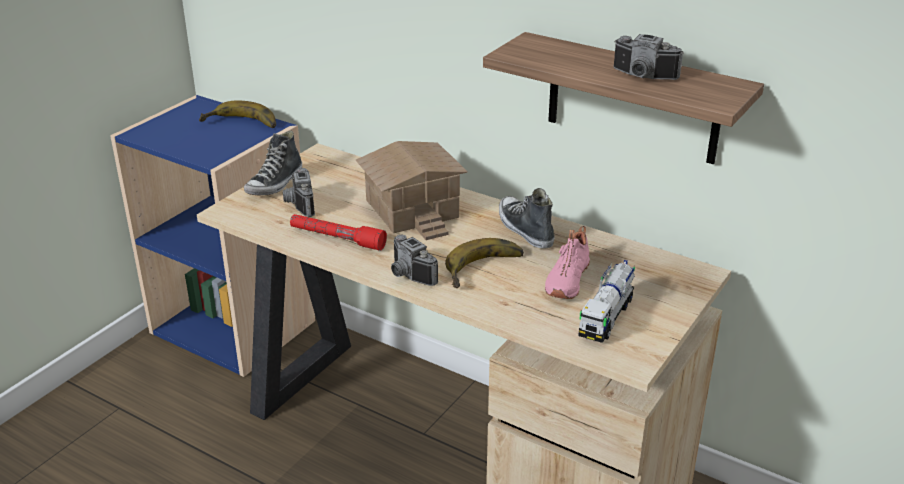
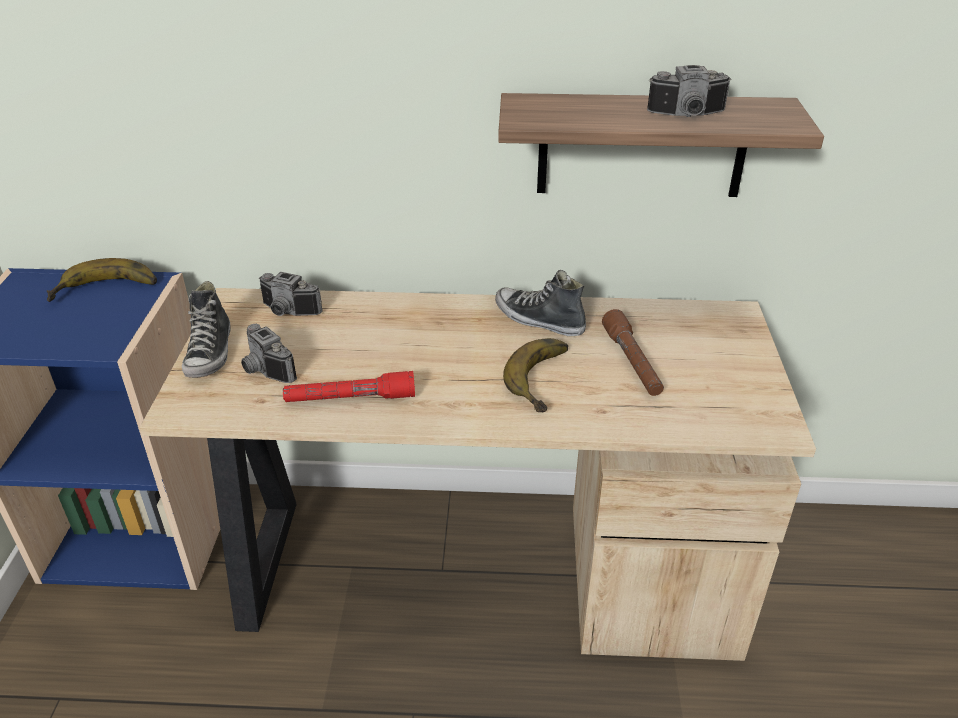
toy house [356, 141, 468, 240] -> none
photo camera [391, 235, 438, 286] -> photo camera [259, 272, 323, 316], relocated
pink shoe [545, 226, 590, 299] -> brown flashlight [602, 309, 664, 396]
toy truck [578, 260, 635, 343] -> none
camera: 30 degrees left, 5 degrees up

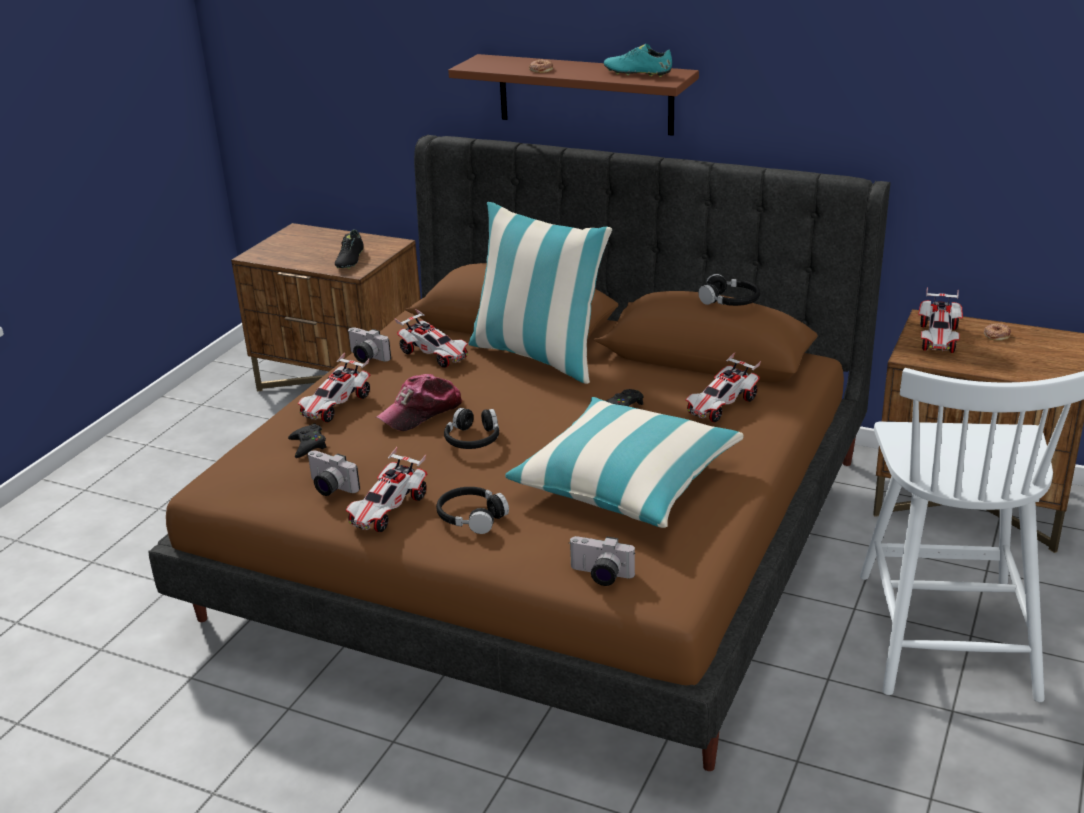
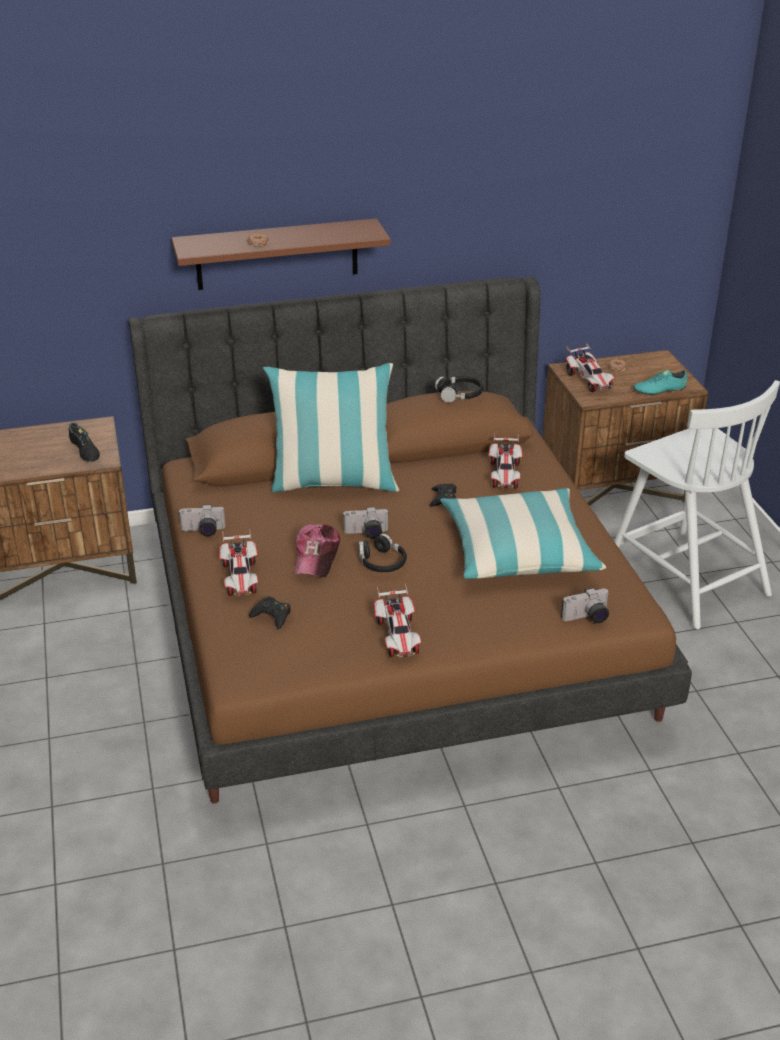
photo camera [308, 450, 360, 496] -> photo camera [343, 506, 388, 539], relocated
toy car [394, 309, 468, 368] -> none
black headphones [436, 487, 509, 534] -> none
turquoise shoe [604, 44, 672, 77] -> turquoise shoe [634, 369, 687, 396], relocated
camera: 40 degrees left, 5 degrees up

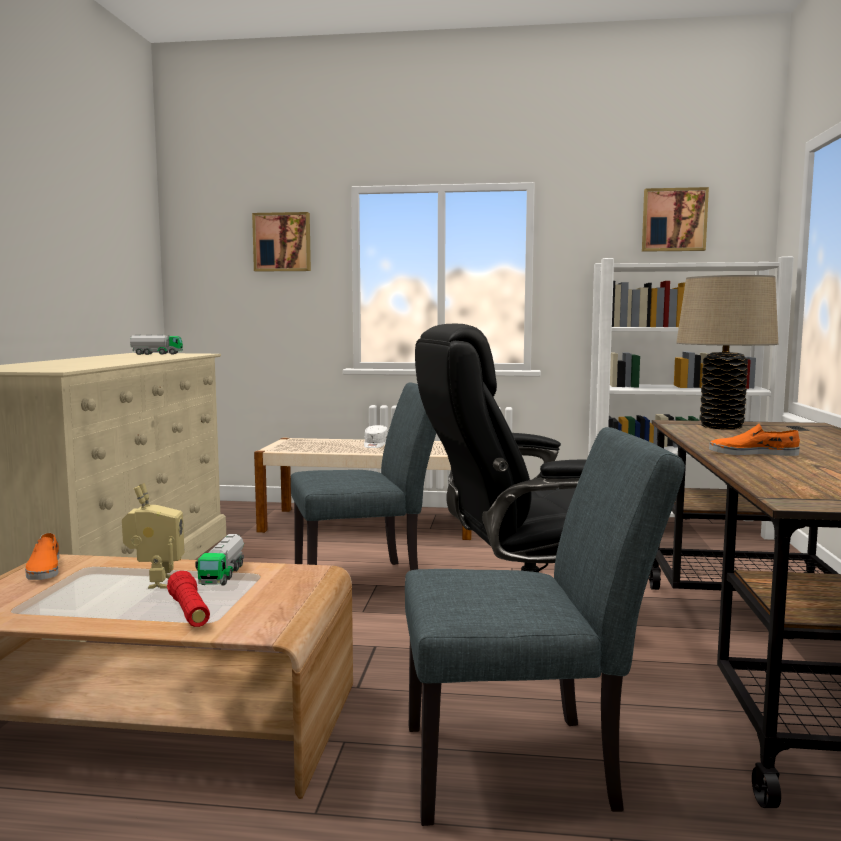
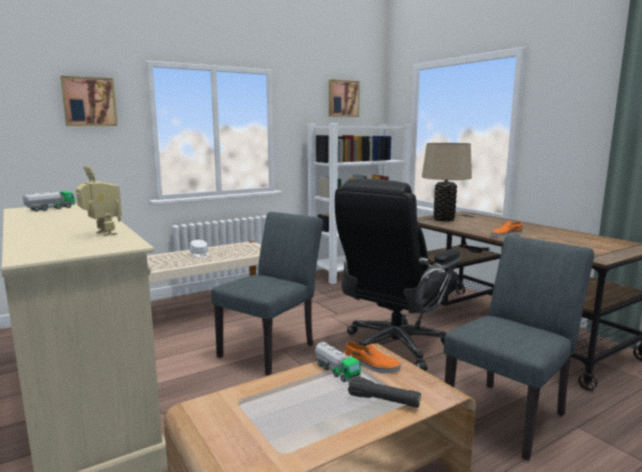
orange shoe [25, 533, 59, 580] -> orange shoe [345, 342, 401, 373], relocated
toy robot [122, 483, 185, 589] -> toy robot [76, 166, 122, 236], relocated
red flashlight [167, 571, 210, 627] -> black flashlight [348, 376, 421, 408]
camera: 40 degrees left, 5 degrees up

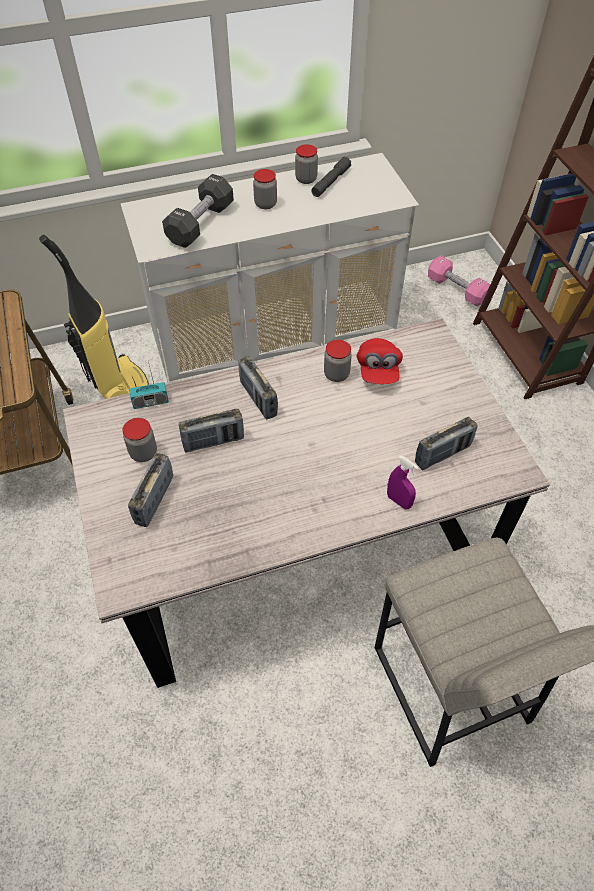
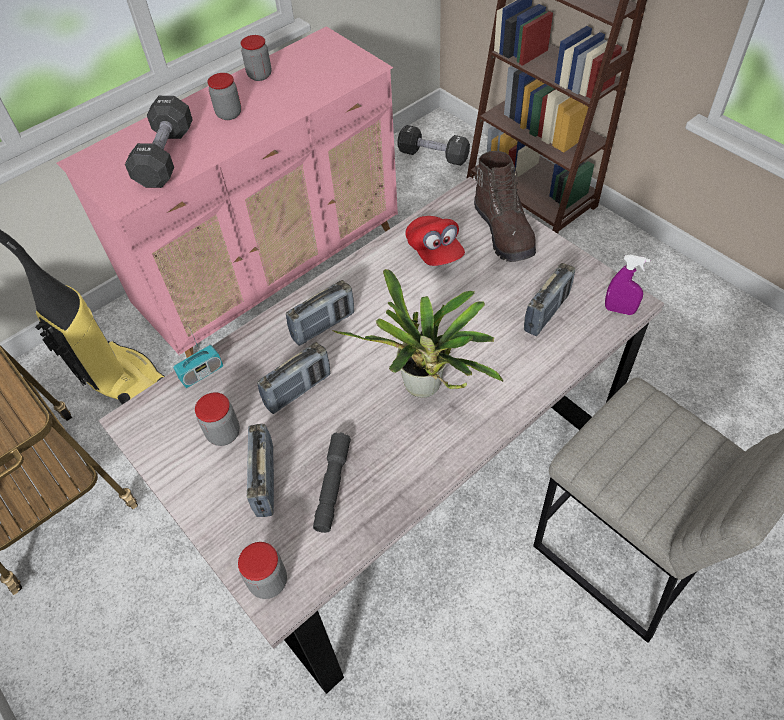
white cabinet [120, 153, 419, 384] -> pink cabinet [57, 26, 398, 358]
radio [238, 356, 278, 419] -> radio [286, 280, 354, 346], 75 degrees counterclockwise
grey flashlight [311, 157, 351, 197] -> grey flashlight [313, 432, 351, 533], relocated
jar [324, 340, 352, 382] -> jar [238, 542, 287, 599], relocated
purple spray bottle [387, 456, 419, 509] -> purple spray bottle [605, 255, 650, 315], relocated
pink dumbbell [428, 255, 490, 306] -> black dumbbell [397, 125, 470, 166]
none -> potted plant [332, 269, 504, 398]
none -> brown boot [474, 151, 536, 262]
camera: 20 degrees left, 0 degrees up

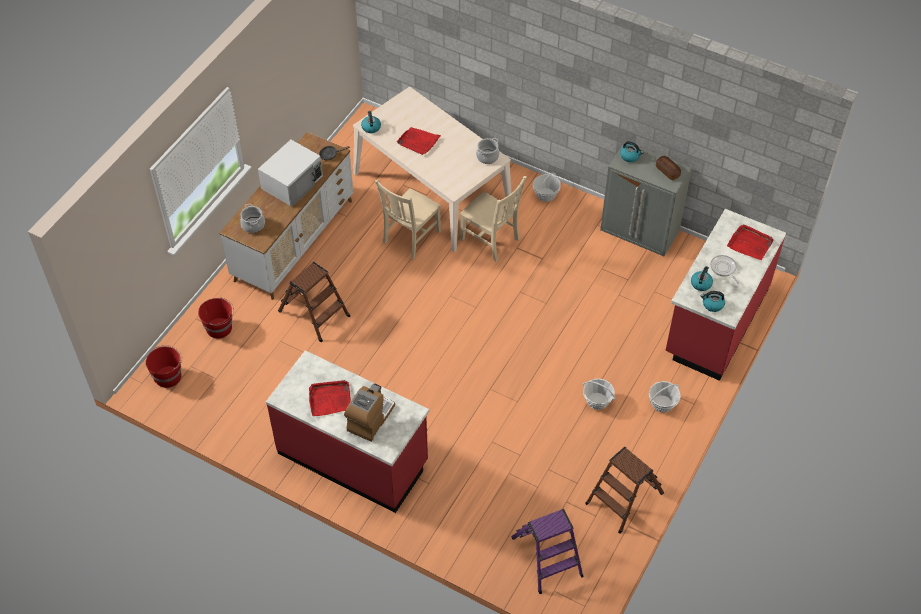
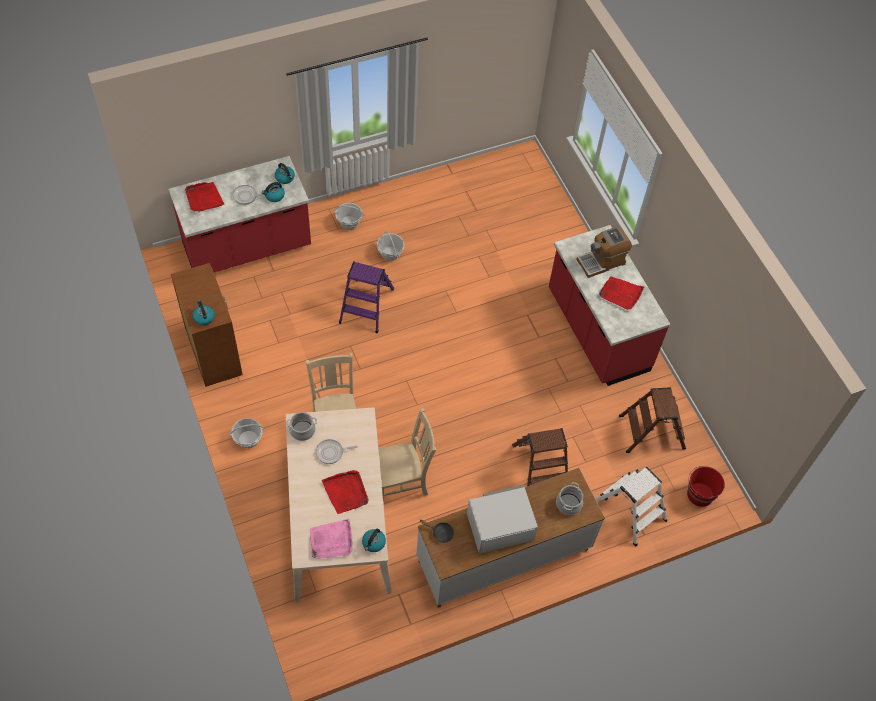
red bucket [198, 298, 234, 339] -> white step ladder [595, 466, 667, 547]
purple step ladder [511, 508, 584, 594] -> purple step ladder [339, 261, 394, 333], relocated
brown step ladder [585, 447, 664, 534] -> brown step ladder [619, 387, 686, 453], relocated
grey cabinet [600, 142, 692, 256] -> brown cabinet [171, 263, 243, 387]
bread [656, 156, 681, 180] -> none
none -> pink tray [310, 518, 353, 559]
none -> frying pan [316, 439, 358, 464]
camera: 145 degrees left, 5 degrees up

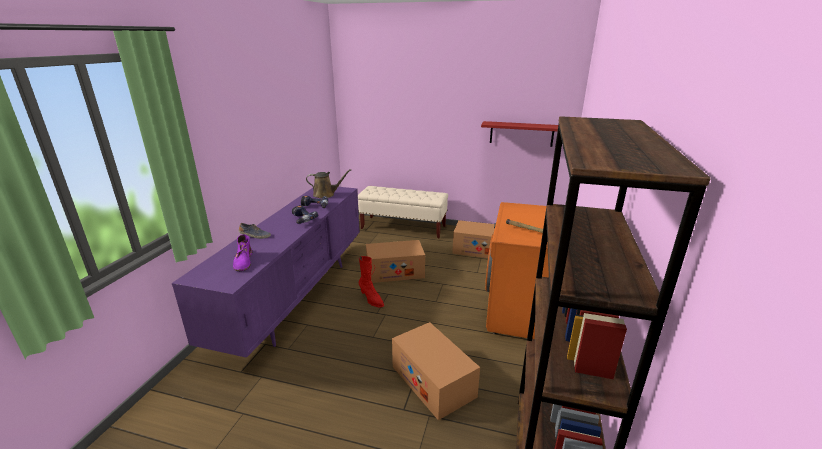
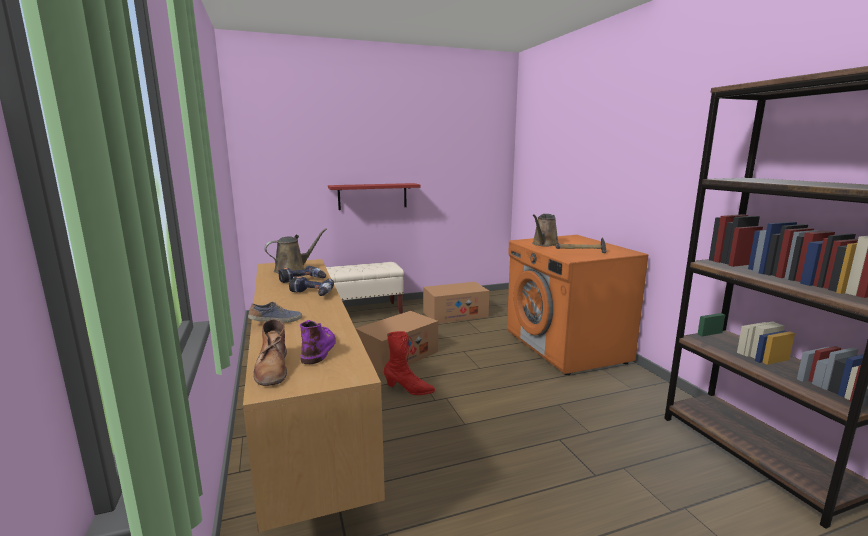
purple cabinet [172, 187, 360, 358] -> brown cabinet [243, 259, 385, 532]
purple boot [233, 234, 252, 271] -> purple boot [300, 320, 336, 364], 135 degrees counterclockwise
cardboard box [392, 322, 480, 420] -> none
red shelf [481, 121, 558, 147] -> red shelf [328, 183, 421, 210], relocated
none -> brown boot [253, 319, 287, 386]
none -> brown watering can [532, 214, 559, 246]
camera: 35 degrees left, 10 degrees down

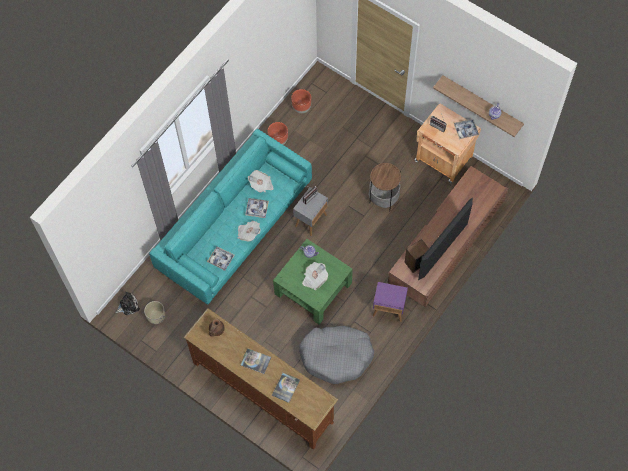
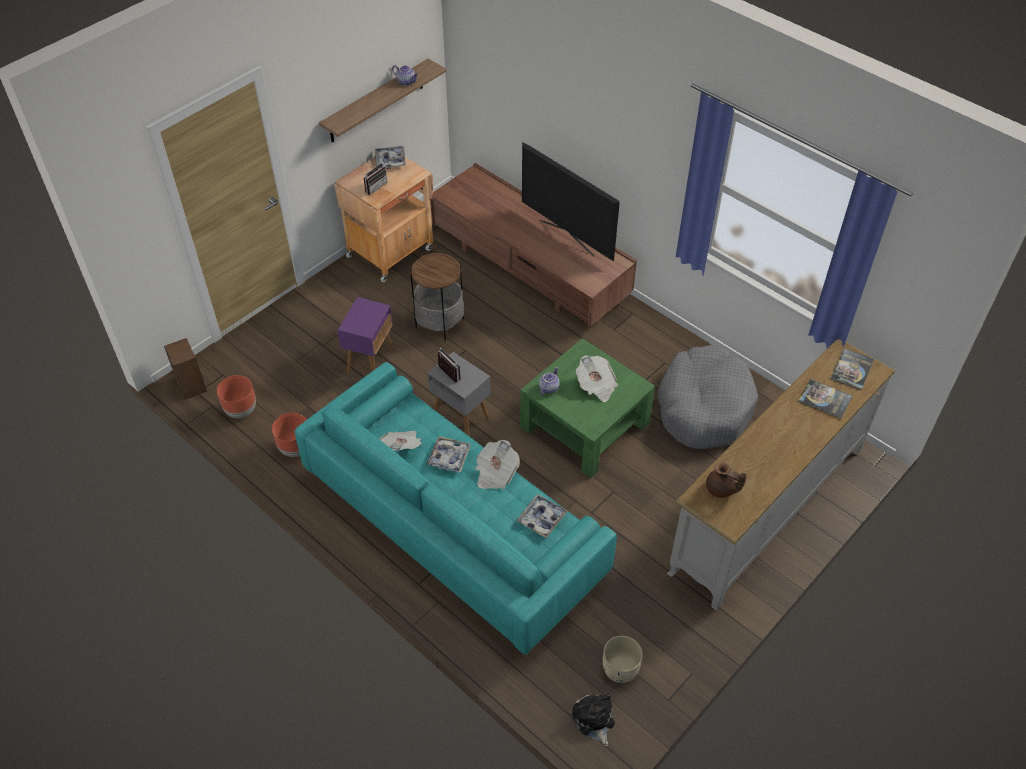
brown cabinet [183, 308, 338, 450] -> grey cabinet [667, 339, 895, 611]
book [240, 348, 271, 374] -> book [831, 348, 874, 390], relocated
purple side table [373, 282, 408, 322] -> purple side table [338, 297, 394, 374], relocated
speaker [405, 239, 429, 273] -> speaker [164, 338, 207, 400], relocated
camera: 85 degrees left, 15 degrees down

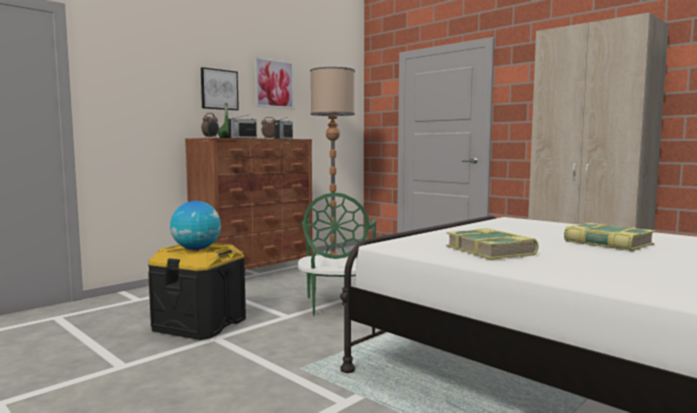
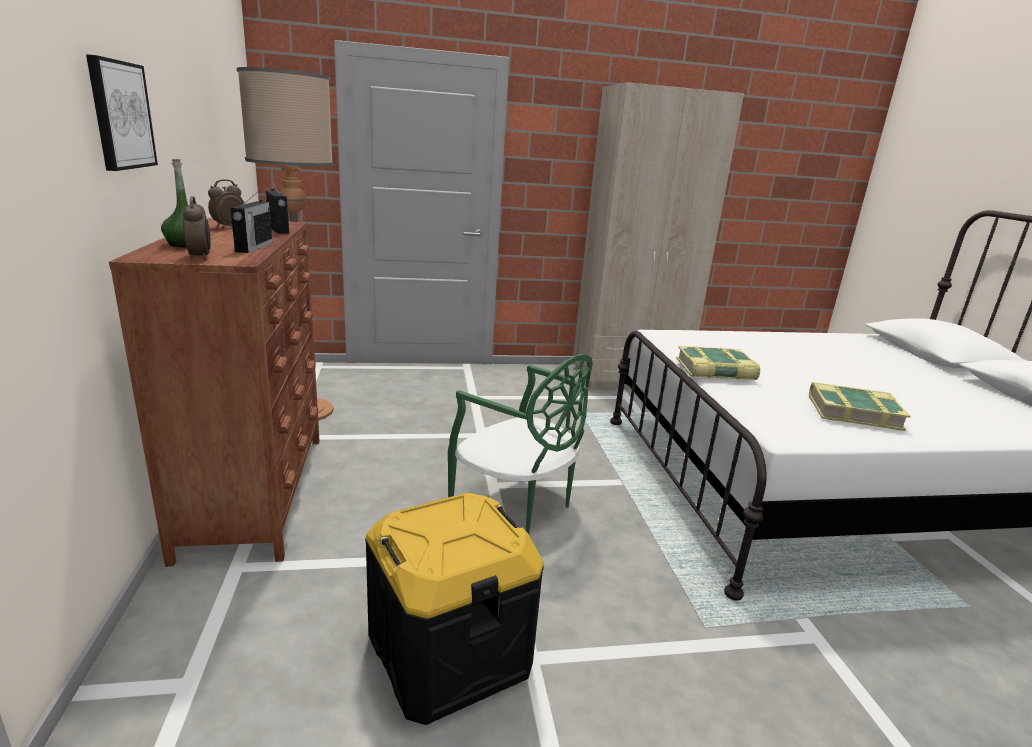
globe [170, 201, 221, 250] -> none
picture [254, 57, 294, 109] -> none
book [564, 223, 655, 251] -> book [676, 346, 760, 380], relocated
camera: 55 degrees left, 15 degrees up

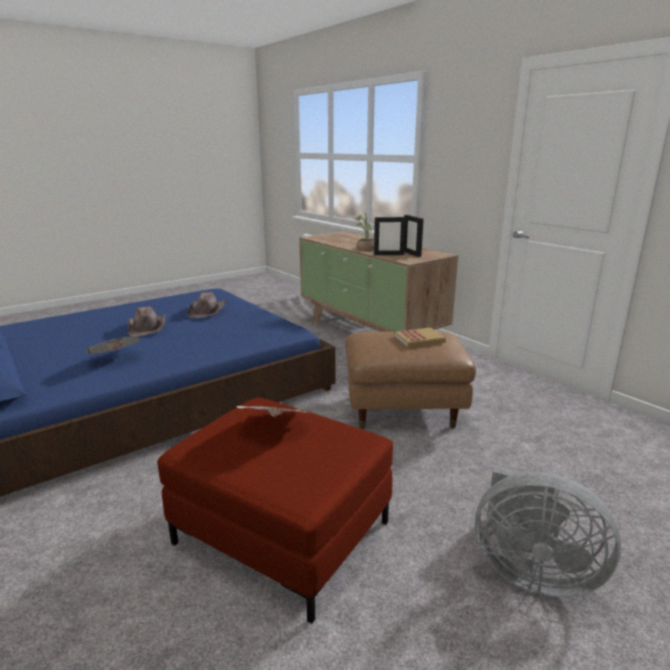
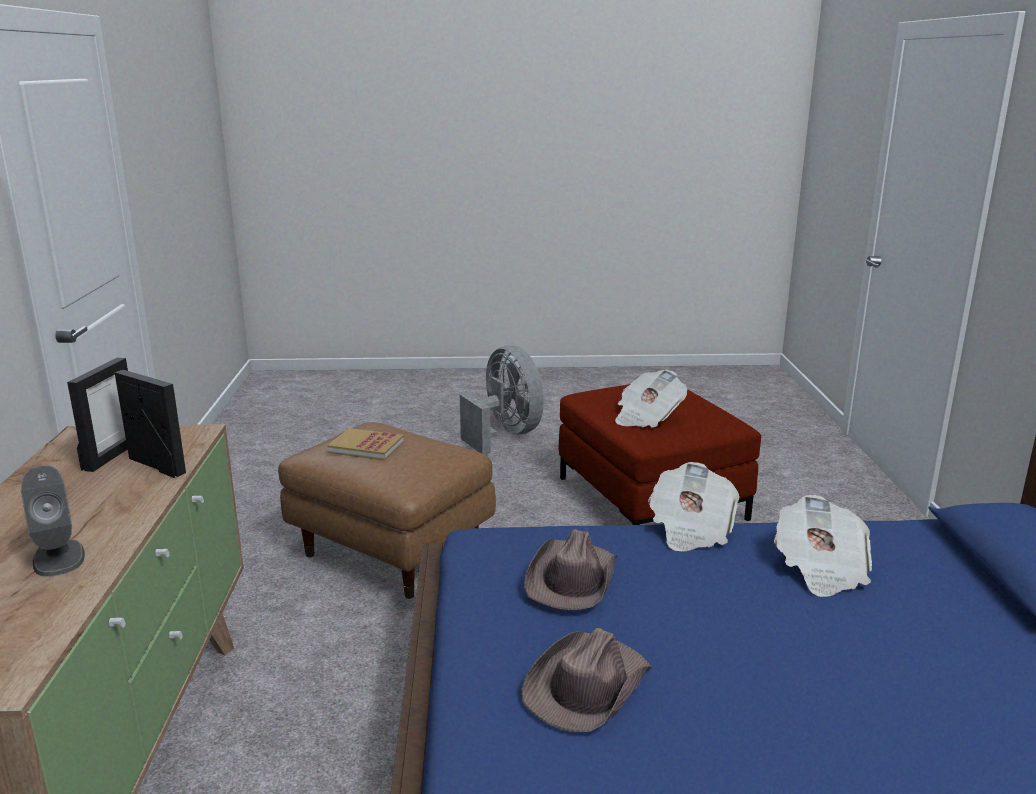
brown hat [128, 306, 166, 336] -> brown hat [524, 529, 617, 610], relocated
potted plant [356, 213, 374, 251] -> none
none -> grey speaker [21, 465, 85, 577]
none -> newspaper [648, 462, 740, 551]
camera: 145 degrees left, 0 degrees up

